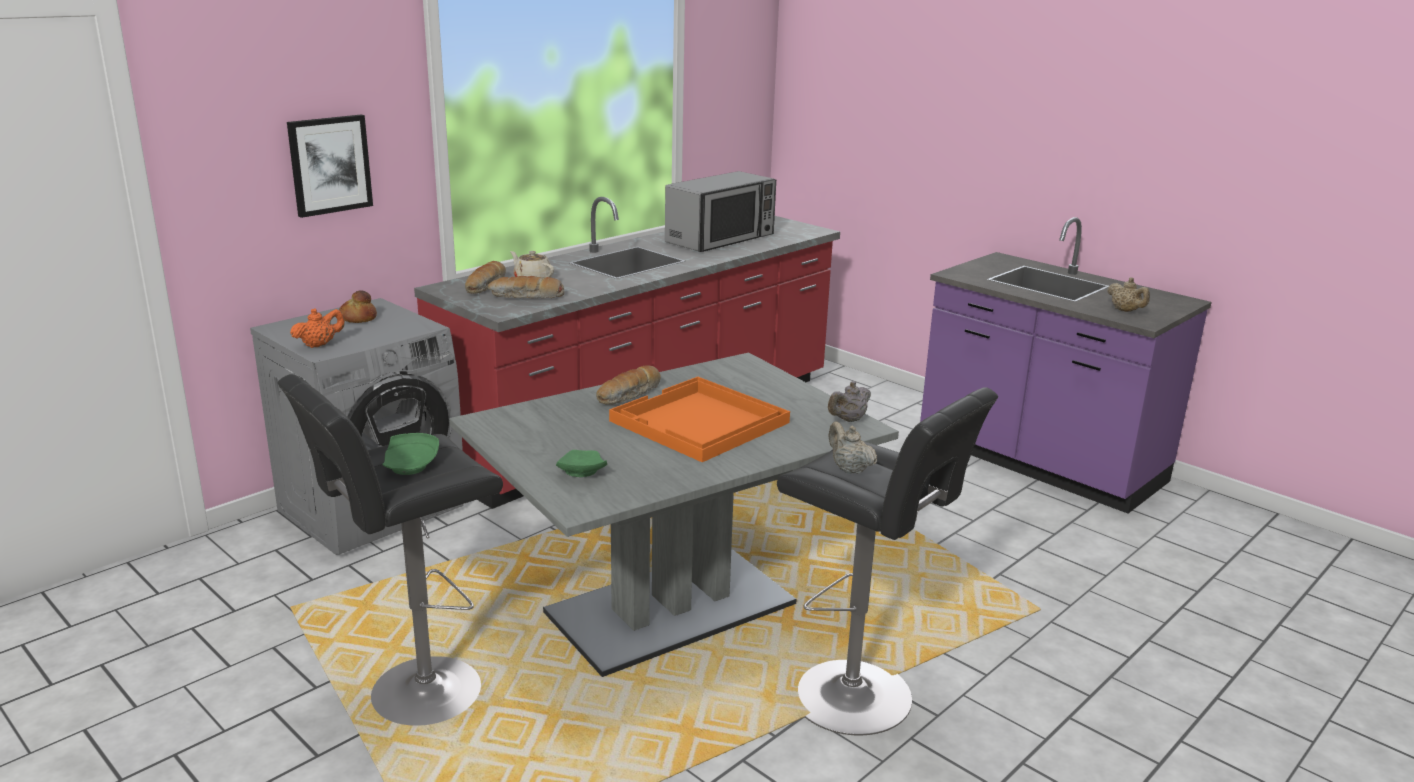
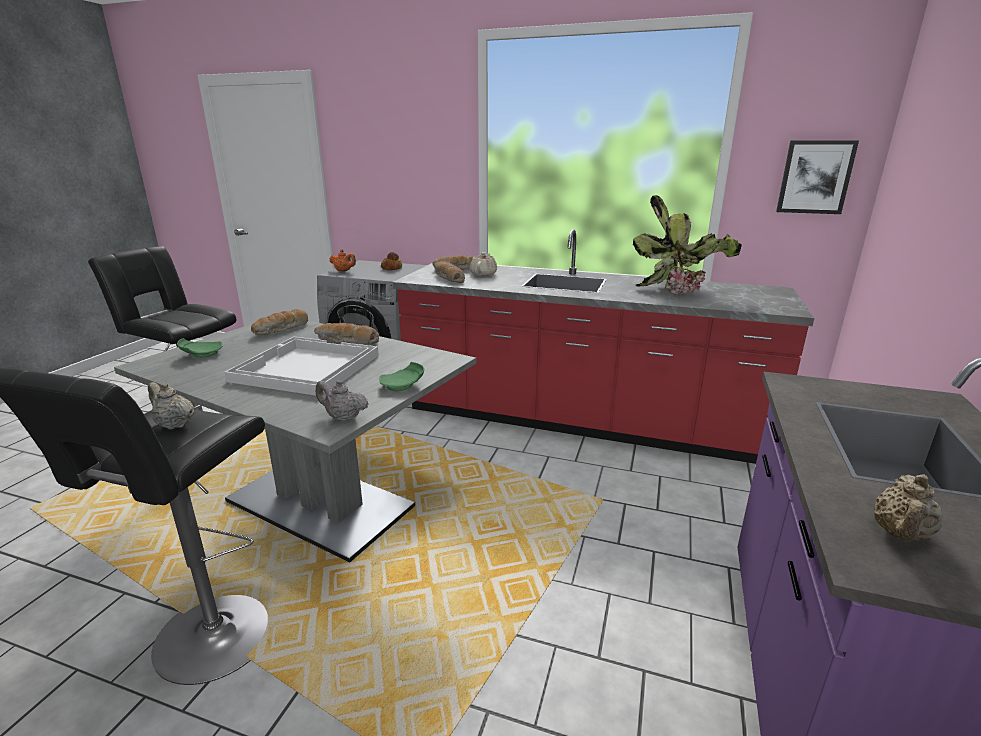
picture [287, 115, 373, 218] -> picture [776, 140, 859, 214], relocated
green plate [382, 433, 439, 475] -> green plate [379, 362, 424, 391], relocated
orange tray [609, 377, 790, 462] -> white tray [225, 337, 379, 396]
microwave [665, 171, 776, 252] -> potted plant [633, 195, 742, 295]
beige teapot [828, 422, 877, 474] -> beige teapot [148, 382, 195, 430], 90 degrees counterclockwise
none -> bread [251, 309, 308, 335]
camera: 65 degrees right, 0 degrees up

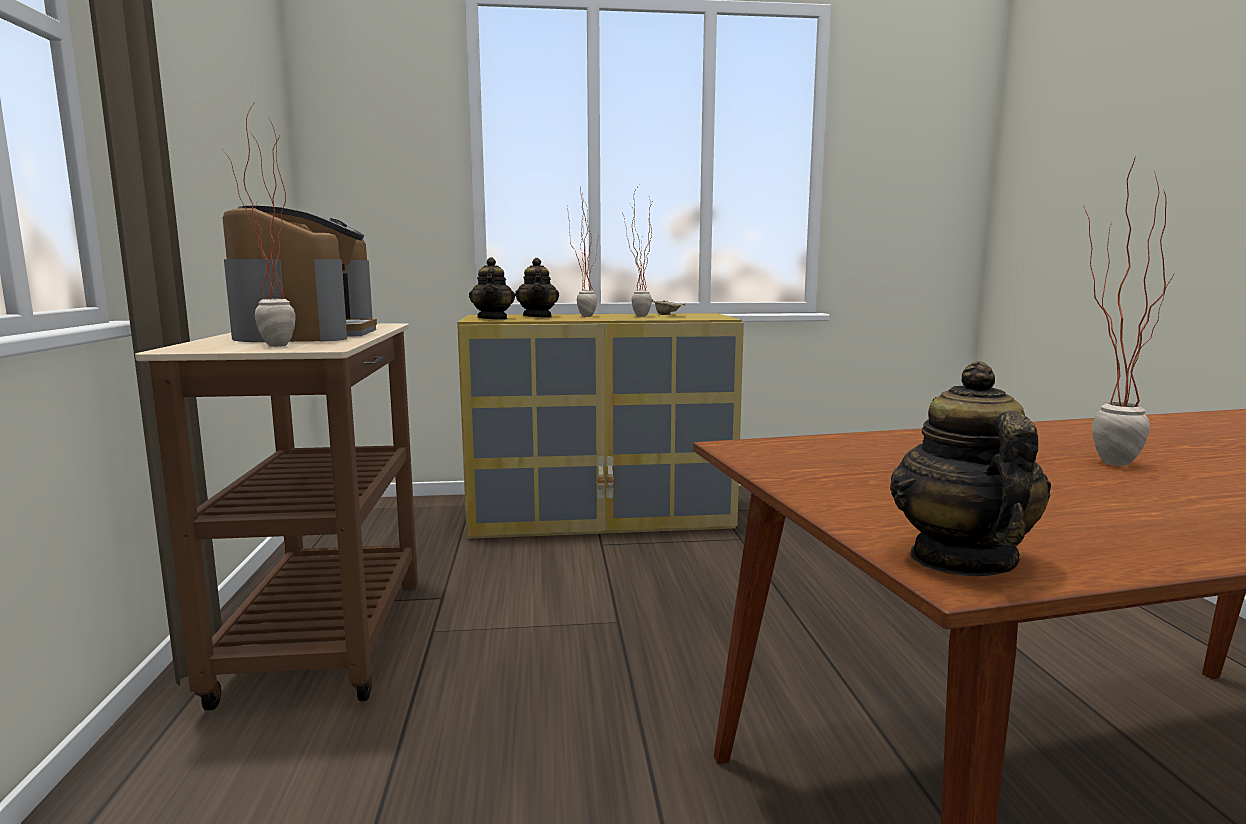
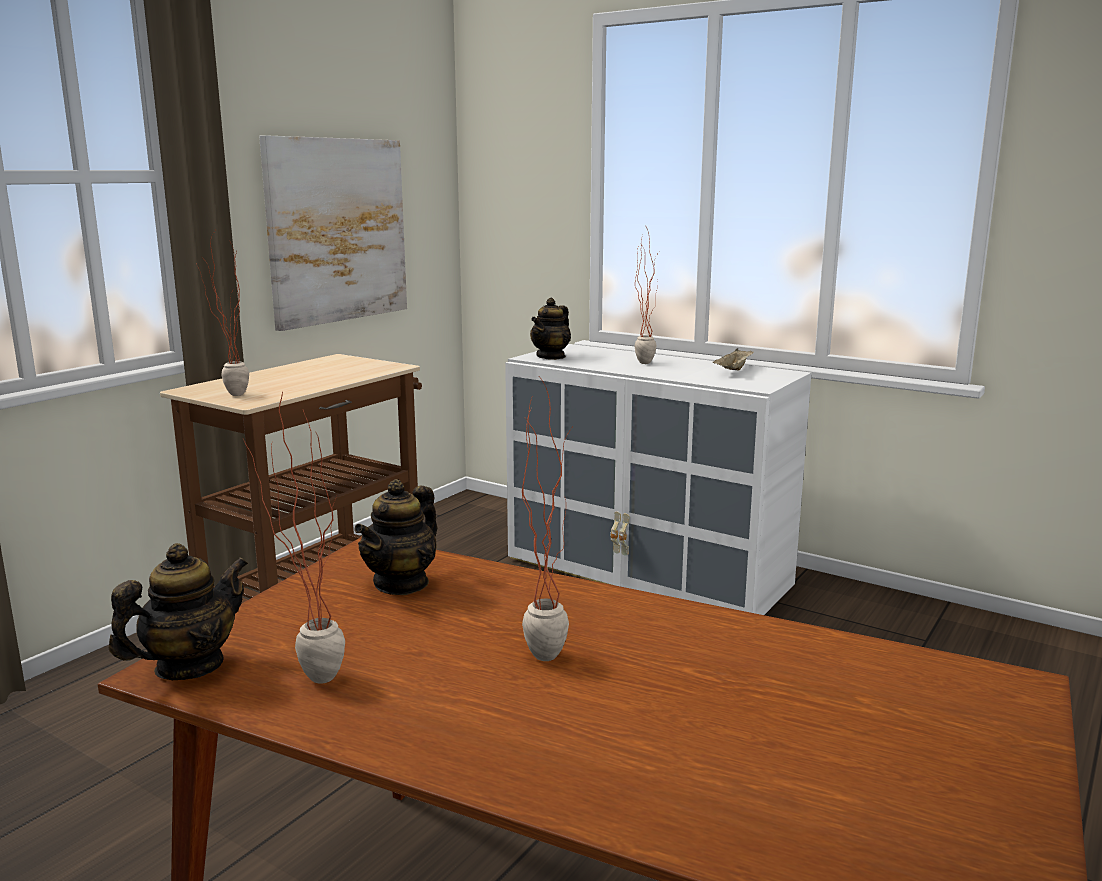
coffee machine [223, 206, 377, 342] -> none
yellow cabinet [457, 313, 744, 539] -> white cabinet [505, 344, 811, 615]
teapot [515, 258, 559, 318] -> teapot [354, 479, 438, 595], relocated
potted plant [622, 185, 652, 317] -> potted plant [243, 390, 345, 684], relocated
none -> picture [259, 135, 407, 331]
camera: 40 degrees right, 5 degrees up

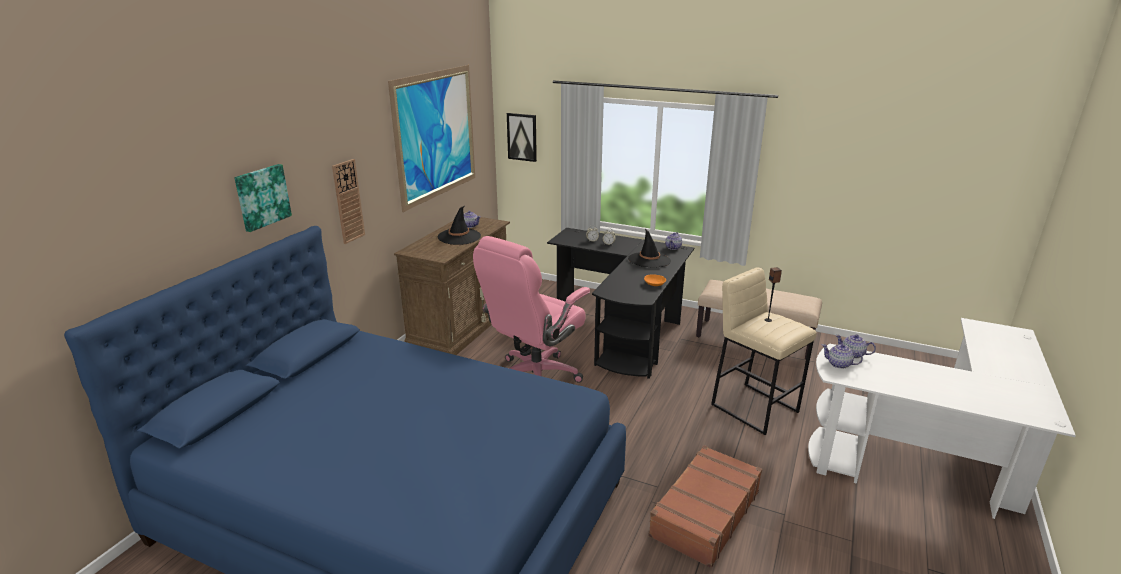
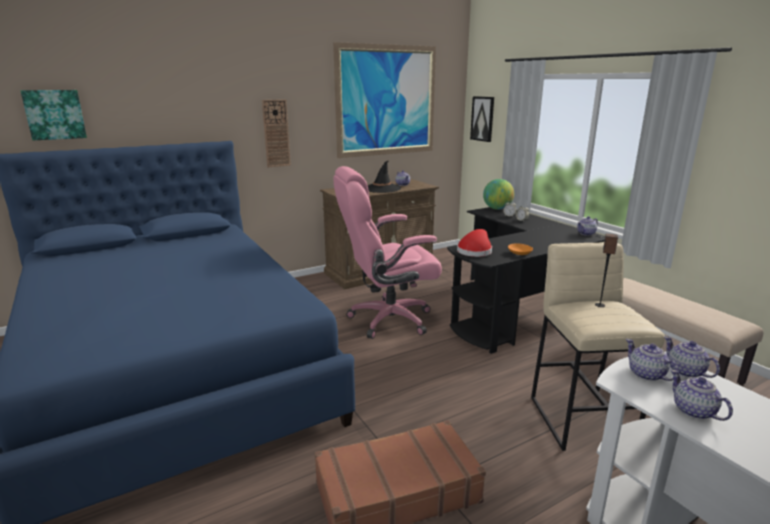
picture [234, 164, 292, 232] -> picture [20, 90, 87, 140], relocated
black hat [628, 228, 671, 268] -> none
none -> red hat [457, 229, 492, 257]
none -> globe [483, 179, 514, 210]
none -> teapot [670, 369, 733, 421]
camera: 35 degrees right, 5 degrees down

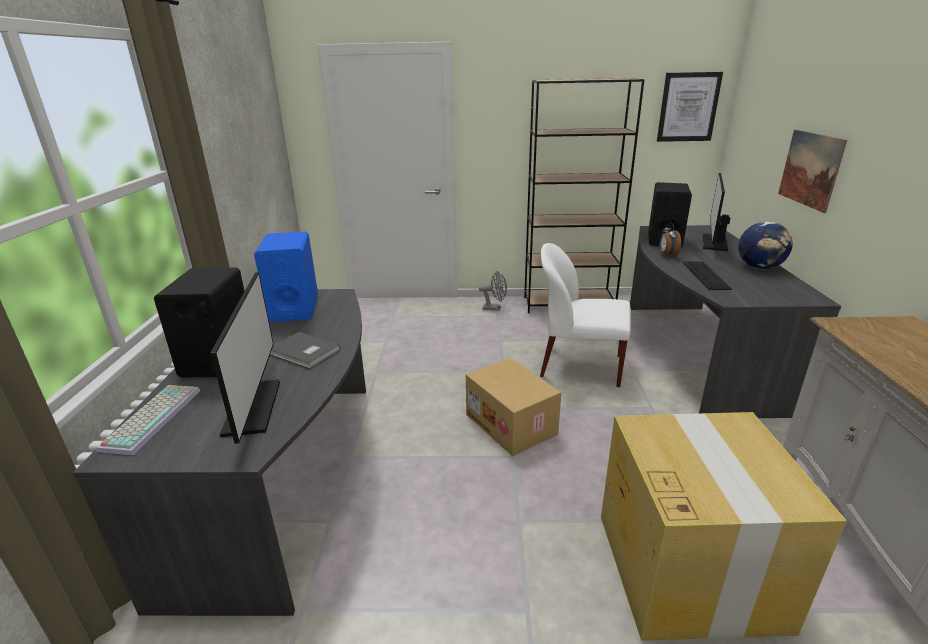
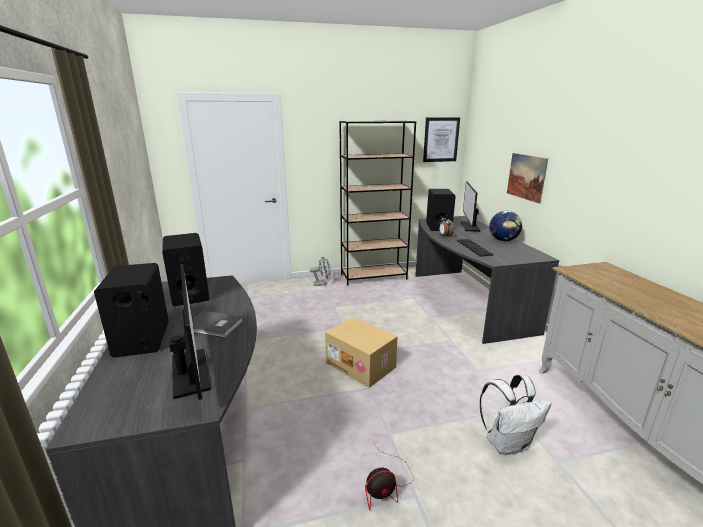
keyboard [96, 385, 201, 455] -> none
blue speaker [254, 231, 318, 322] -> black speaker [162, 233, 209, 306]
white chair [540, 243, 631, 387] -> none
cardboard box [601, 412, 847, 641] -> white backpack [480, 375, 551, 455]
none -> fan [365, 441, 413, 510]
camera: 15 degrees left, 5 degrees down

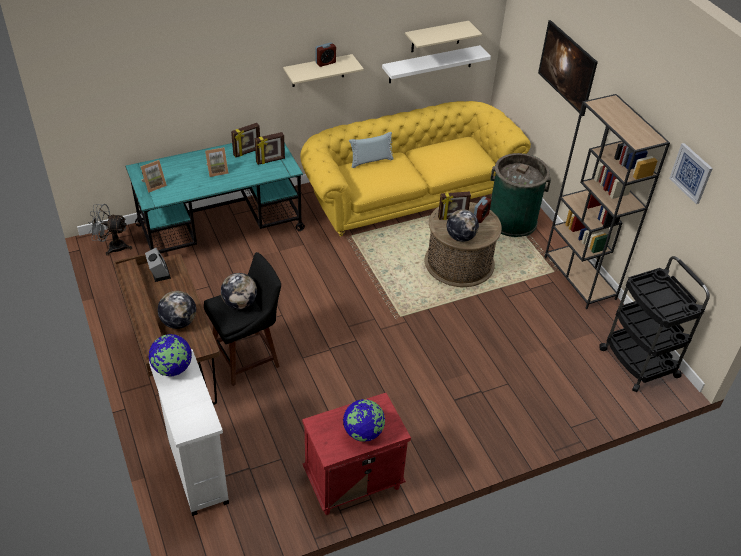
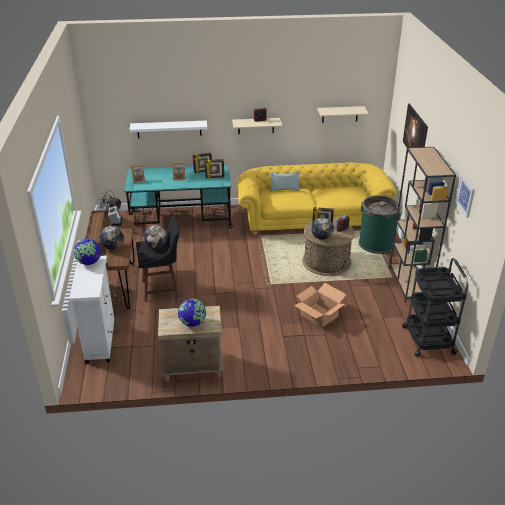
red nightstand [302, 393, 411, 515] -> beige nightstand [158, 306, 223, 381]
white shelf [382, 45, 491, 83] -> white shelf [130, 120, 207, 138], relocated
none -> cardboard box [294, 283, 347, 328]
camera: 20 degrees right, 10 degrees down

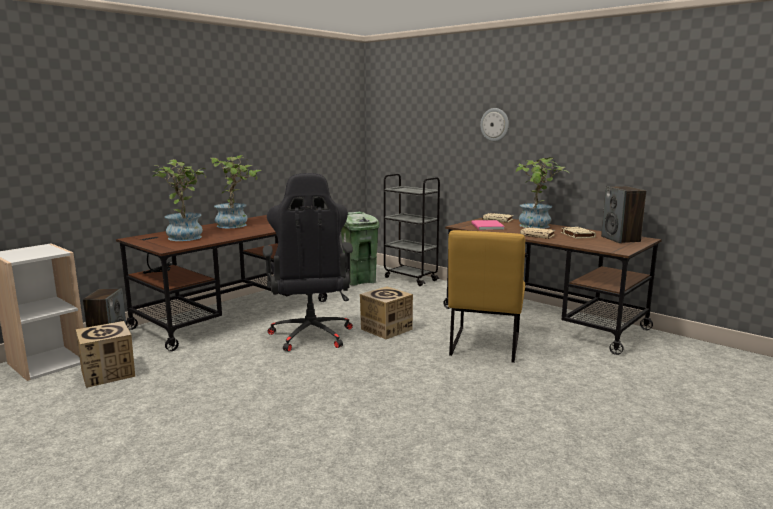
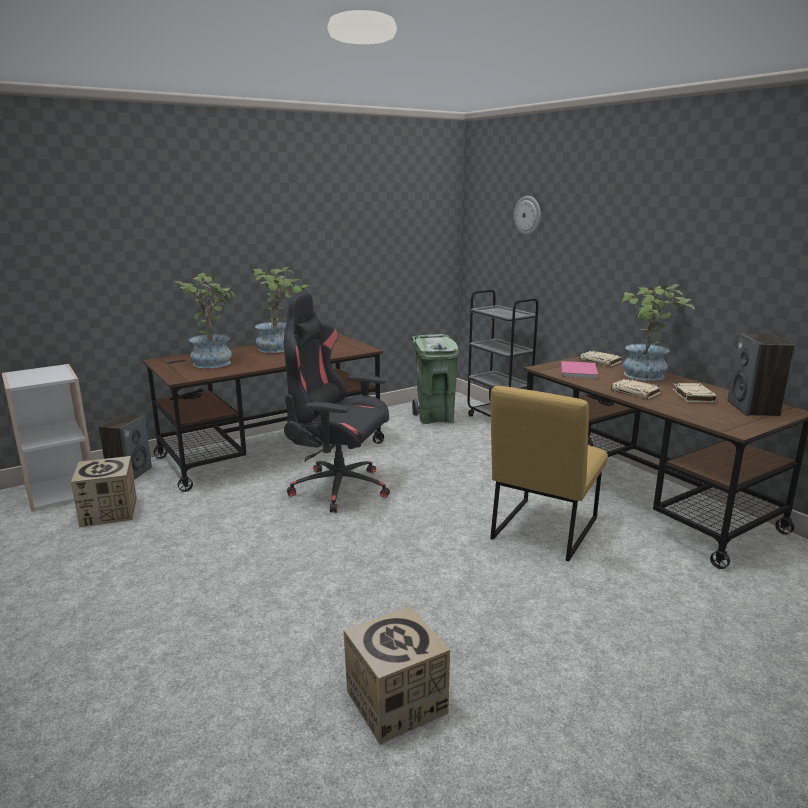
black office chair [263, 173, 353, 351] -> black office chair [283, 292, 390, 513], 105 degrees clockwise
cardboard box [360, 286, 413, 339] -> cardboard box [343, 607, 450, 744], relocated
wall clock [480, 108, 509, 141] -> wall clock [514, 196, 541, 235], relocated
camera: 15 degrees right, 5 degrees up

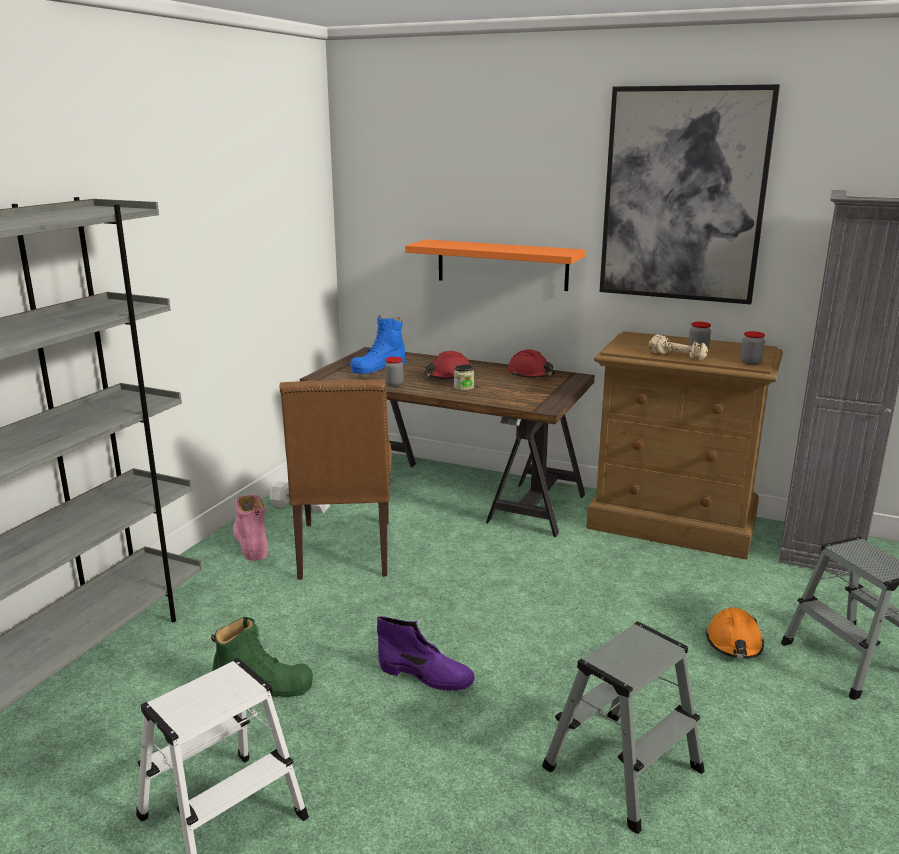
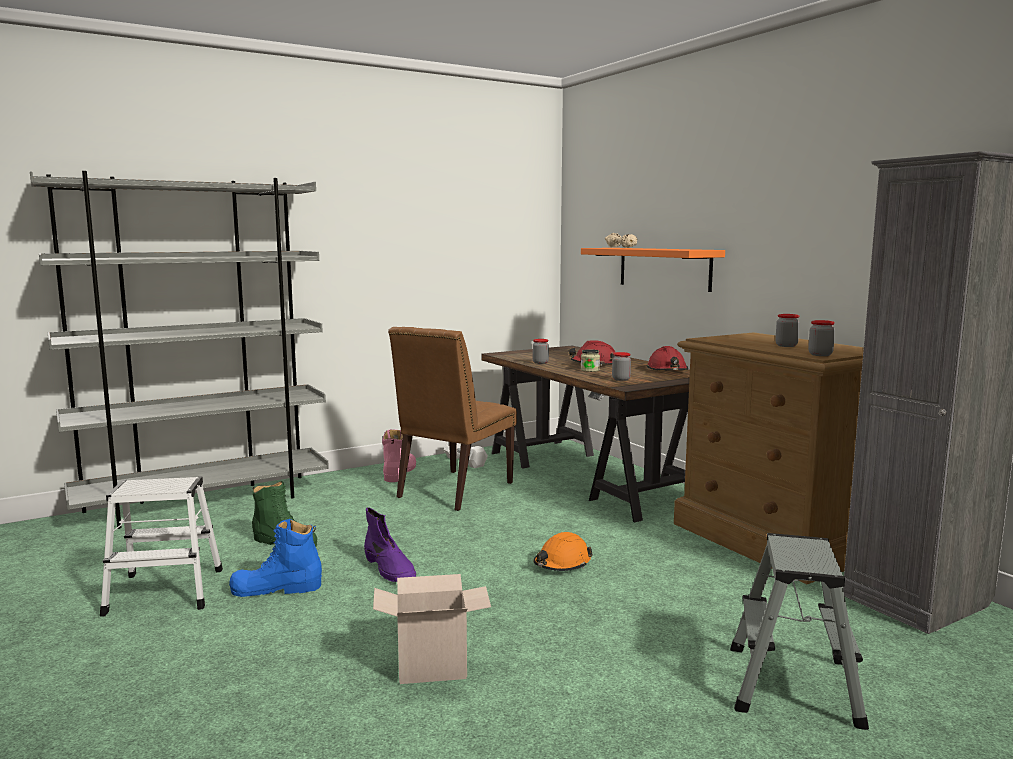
blue boot [350, 315, 405, 374] -> blue boot [229, 519, 322, 597], relocated
grey step ladder [542, 621, 705, 834] -> cardboard box [373, 574, 491, 684]
picture [599, 84, 780, 304] -> none
beige dumbbell [649, 334, 708, 360] -> beige dumbbell [605, 233, 637, 248], relocated
orange hard hat [706, 607, 764, 659] -> orange hard hat [533, 532, 593, 571], relocated
none -> jar [612, 352, 631, 381]
camera: 35 degrees right, 10 degrees down

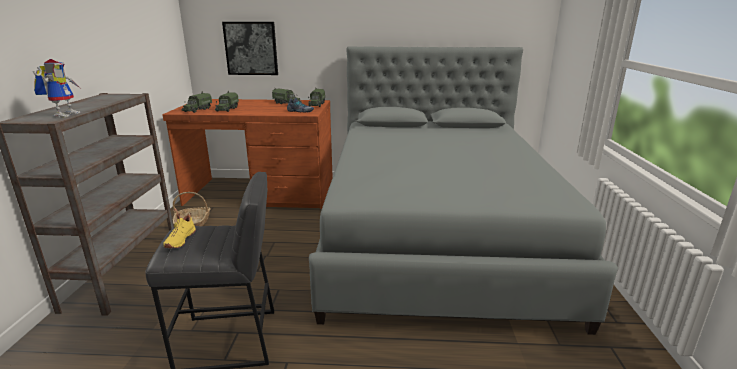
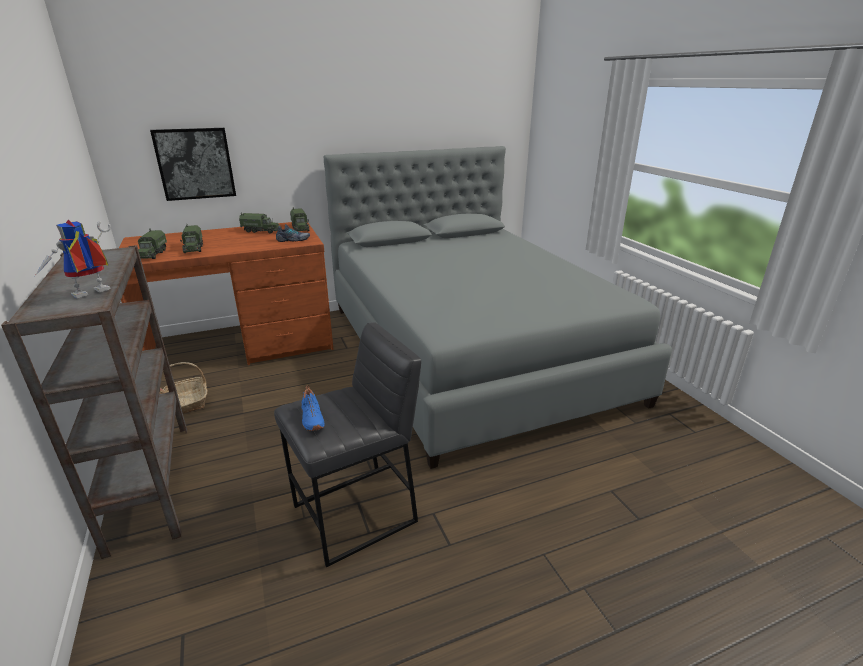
toy robot [33, 59, 80, 118] -> toy robot [35, 220, 111, 298], 120 degrees counterclockwise
yellow shoe [163, 213, 196, 248] -> blue shoe [302, 385, 325, 431]
camera: 25 degrees left, 5 degrees up

